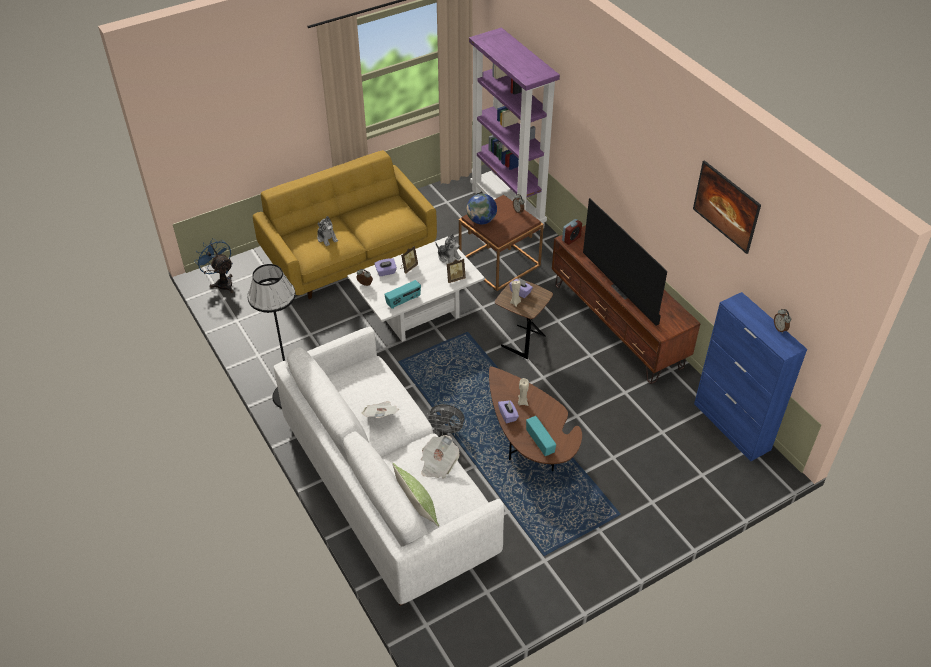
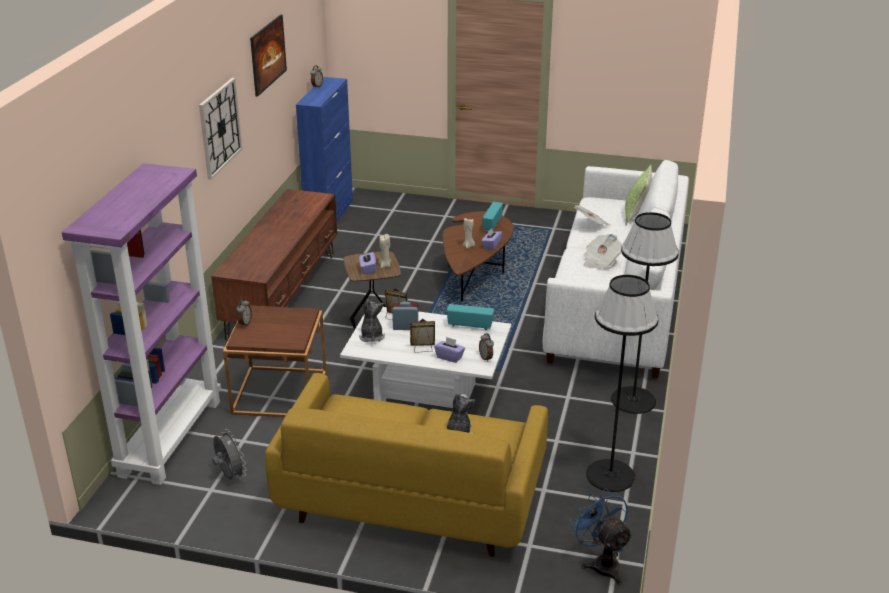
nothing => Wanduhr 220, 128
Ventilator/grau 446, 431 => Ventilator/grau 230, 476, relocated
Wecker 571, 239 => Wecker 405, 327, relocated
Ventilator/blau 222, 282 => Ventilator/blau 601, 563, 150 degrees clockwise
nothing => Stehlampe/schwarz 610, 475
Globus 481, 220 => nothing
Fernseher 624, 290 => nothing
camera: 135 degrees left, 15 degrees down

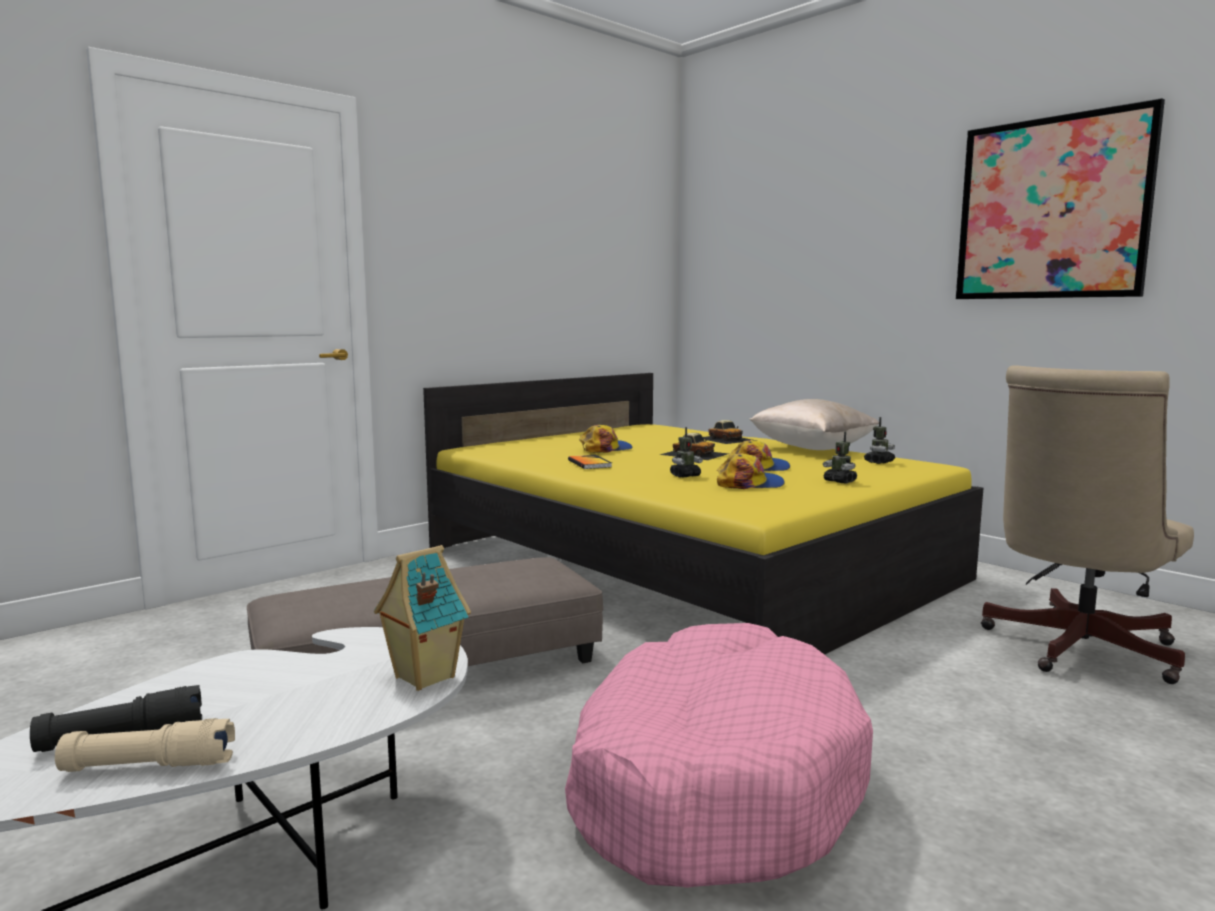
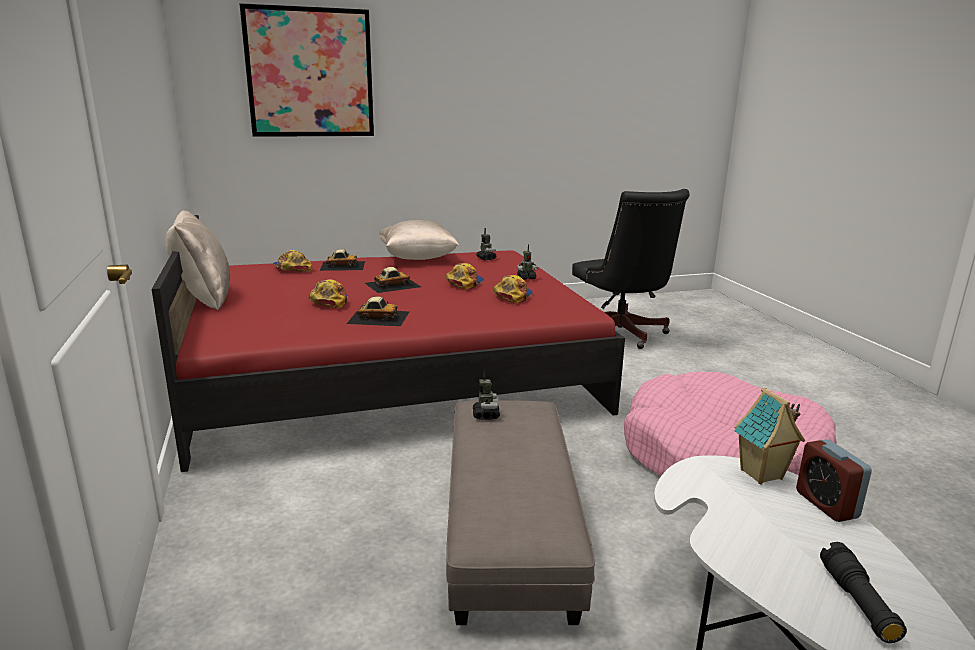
Bett/gelb 685, 564 => Bett/rot 391, 375
nothing => Kissen/beige 204, 298
Bild 1051, 209 => Bild 310, 73, relocated
nothing => Kappe 292, 268
Buch 589, 463 => Spielzeugauto 378, 317
Spielzeugroboter 685, 476 => Spielzeugroboter 486, 415, relocated
Bürostuhl/beige 1074, 650 => Bürostuhl/schwarz 621, 334
nothing => Wecker 826, 504
Taschenlampe/beige 149, 766 => nothing
camera: 65 degrees left, 10 degrees up

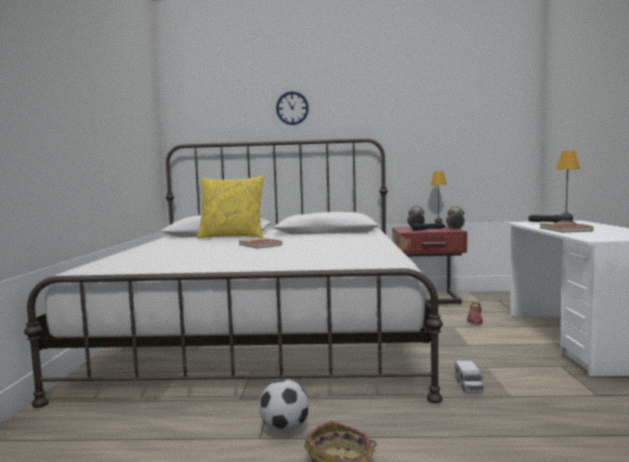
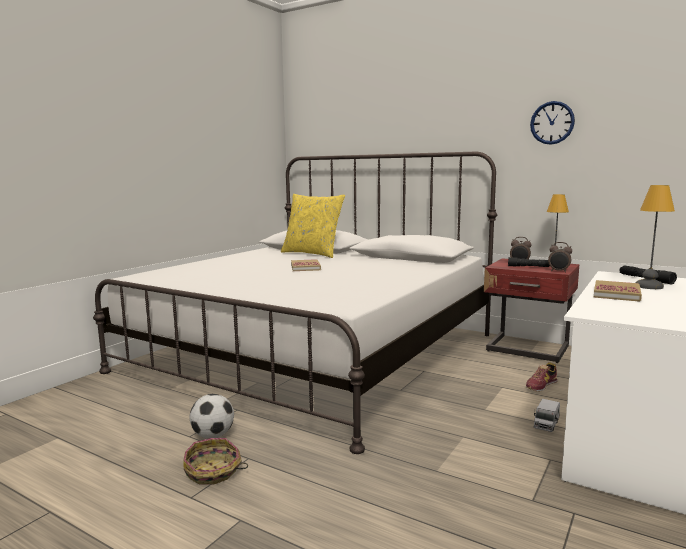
Wanduhr 292, 108 => Wanduhr 552, 123, relocated
Spielzeuglaster 468, 386 => Spielzeuglaster 546, 424, relocated
camera: 30 degrees right, 5 degrees up

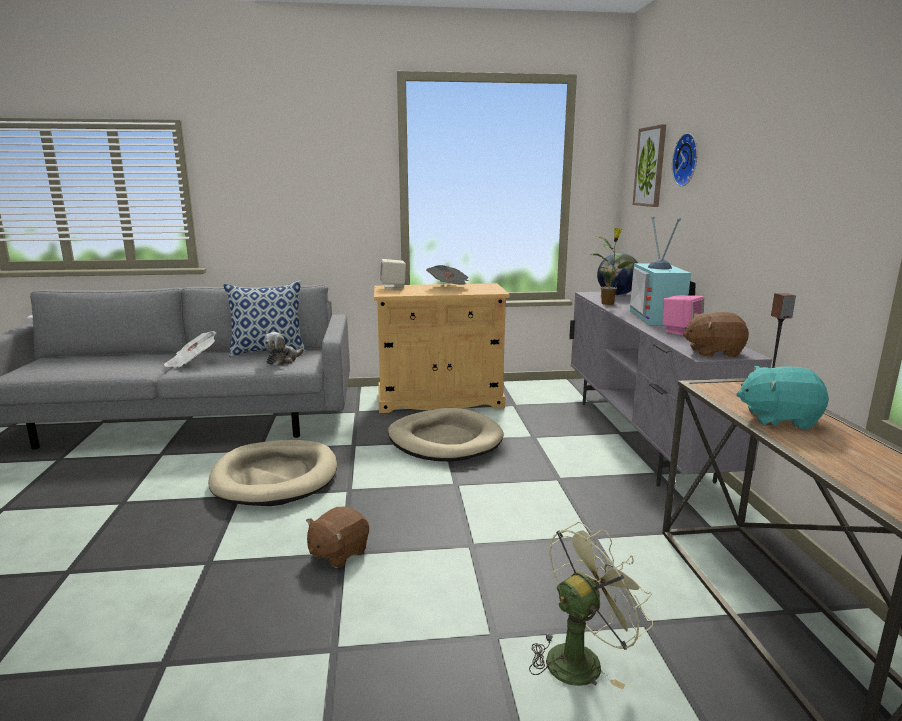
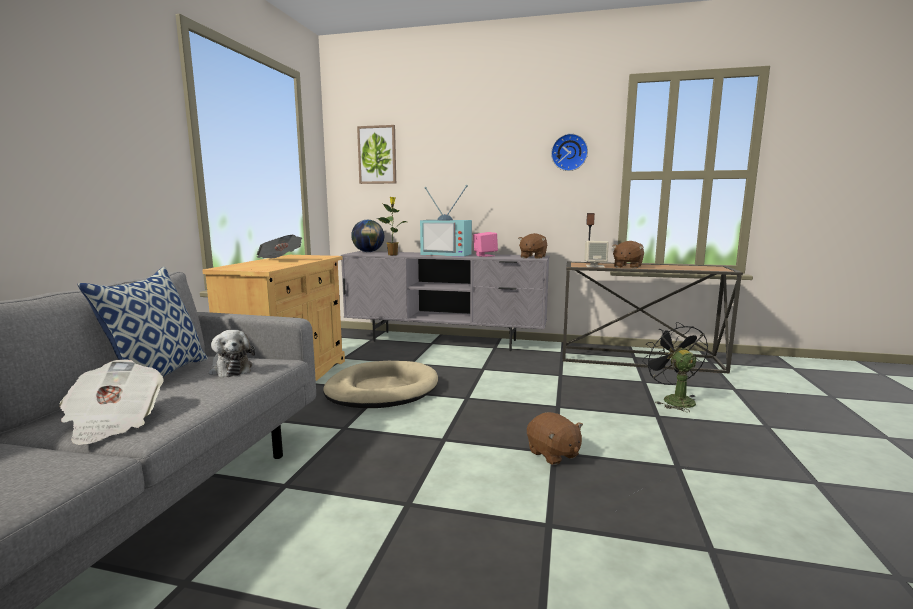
Wanduhr 688, 160 => Wanduhr 569, 152, relocated
Lautsprecher/beige 393, 287 => Lautsprecher/beige 595, 266, relocated
Plüschtier/türkis 778, 419 => Plüschtier/braun 627, 266
Ventilator/grün 581, 658 => Ventilator/schwarz 673, 399
Hundebett/beige 276, 477 => nothing
camera: 70 degrees left, 5 degrees down

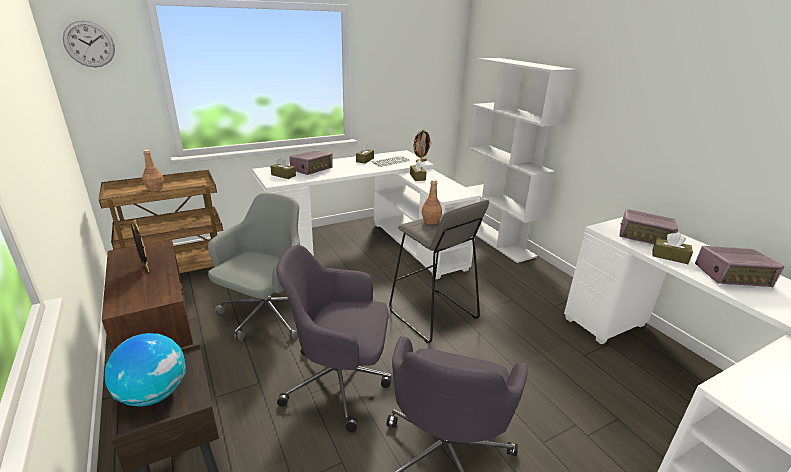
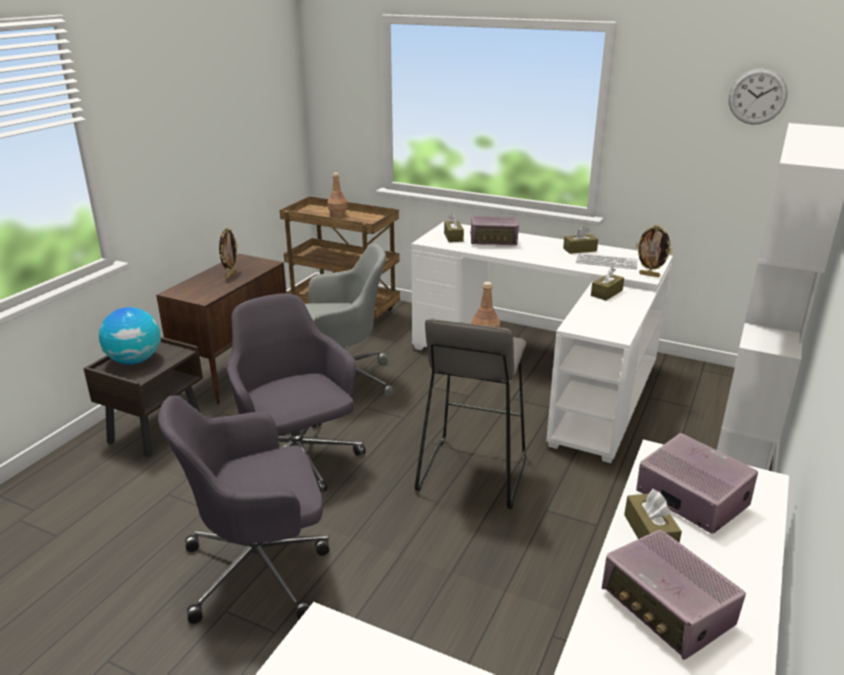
Radio 644, 237 => Radio 691, 499, 150 degrees clockwise
Wanduhr 89, 44 => Wanduhr 757, 96, relocated
camera: 55 degrees right, 0 degrees up

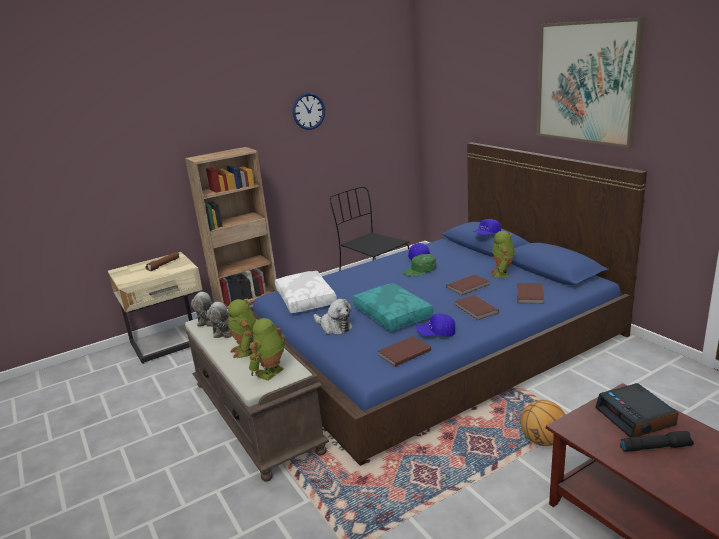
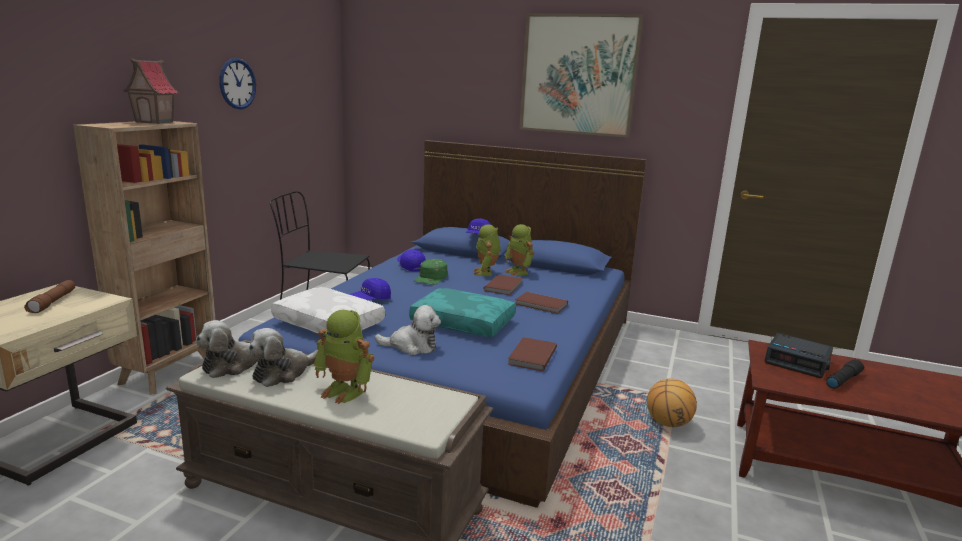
nothing => Spielzeughaus 155, 122
Kappe/blau 436, 333 => Kappe/blau 370, 300, relocated
Spielzeugroboter 271, 373 => Spielzeugroboter 486, 273, relocated
Buch/braun 531, 294 => nothing
camera: 40 degrees left, 5 degrees down

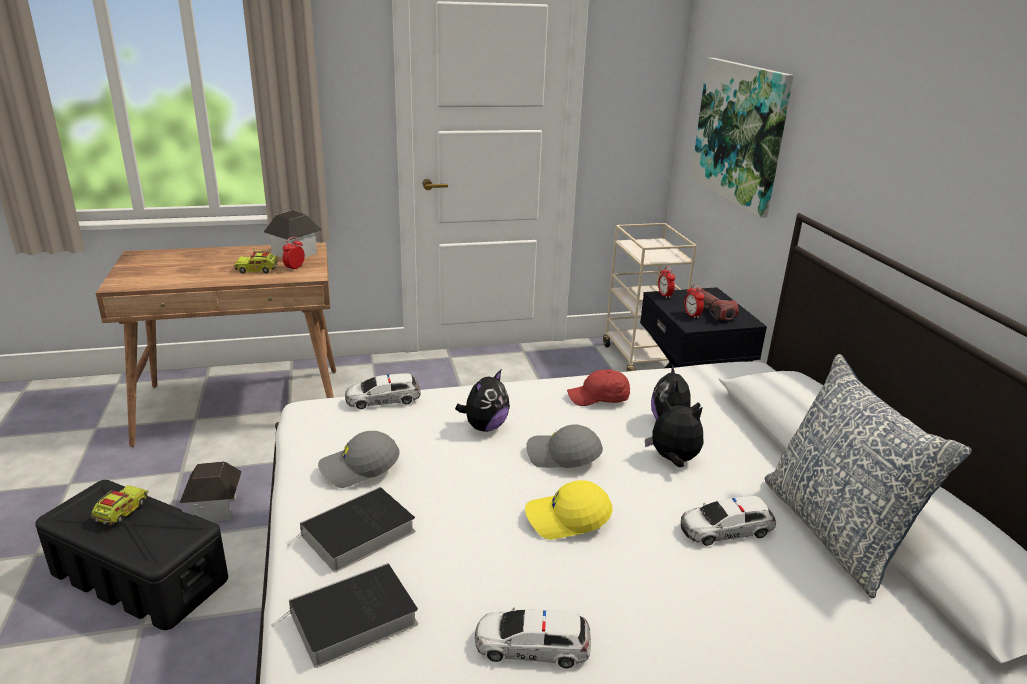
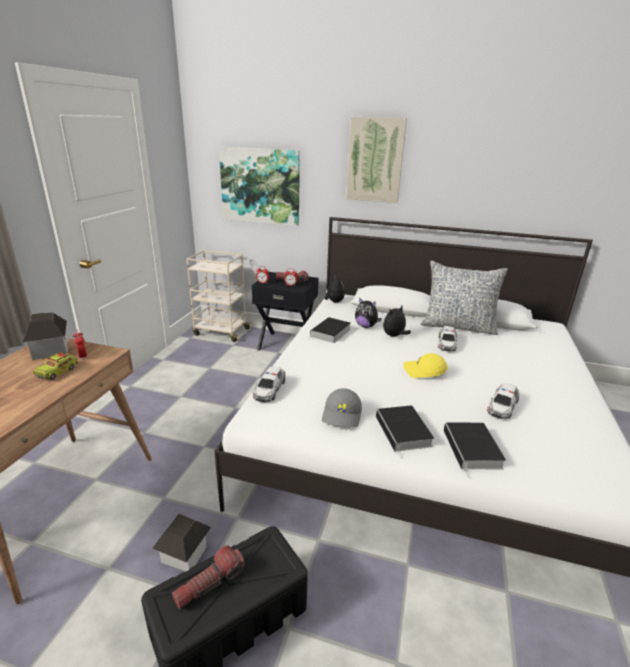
Spielzeuglaster 121, 512 => Taschenlampe 210, 583
Kappe/rot 599, 398 => Buch 330, 333
Plüschtier 484, 427 => Plüschtier 334, 301, relocated
nothing => Bild 375, 160
Kappe/gelb 567, 519 => Kappe/gelb 424, 372, 75 degrees clockwise
Kappe/grau 562, 457 => nothing
camera: 60 degrees left, 0 degrees up

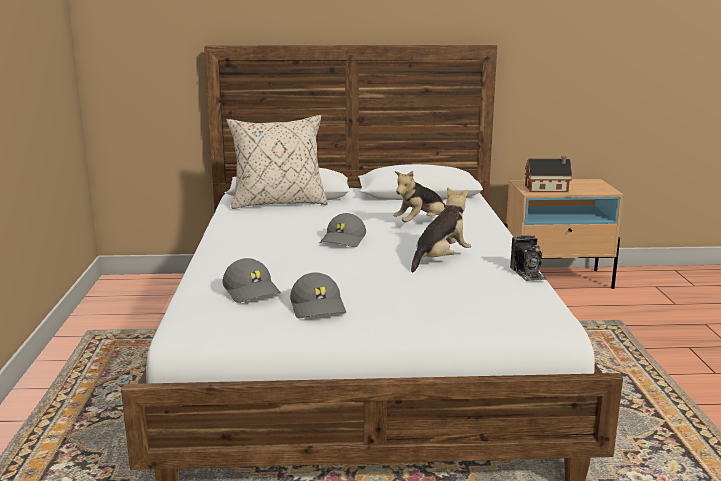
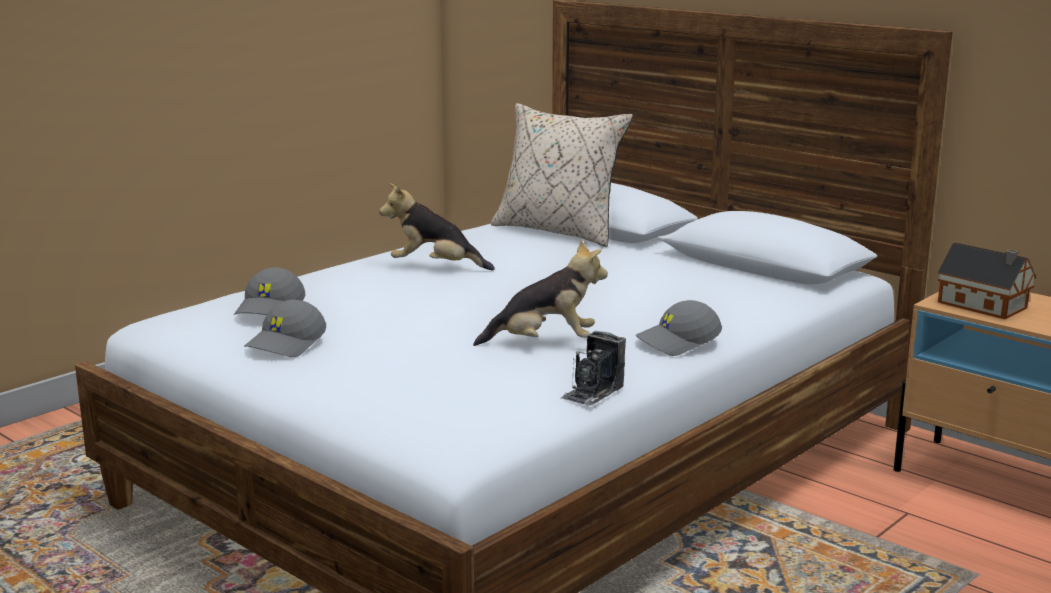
Plüschtier 421, 223 => Plüschtier 435, 267, relocated
Kappe/grau 344, 240 => Kappe/grau 678, 342, relocated
camera: 45 degrees right, 0 degrees up

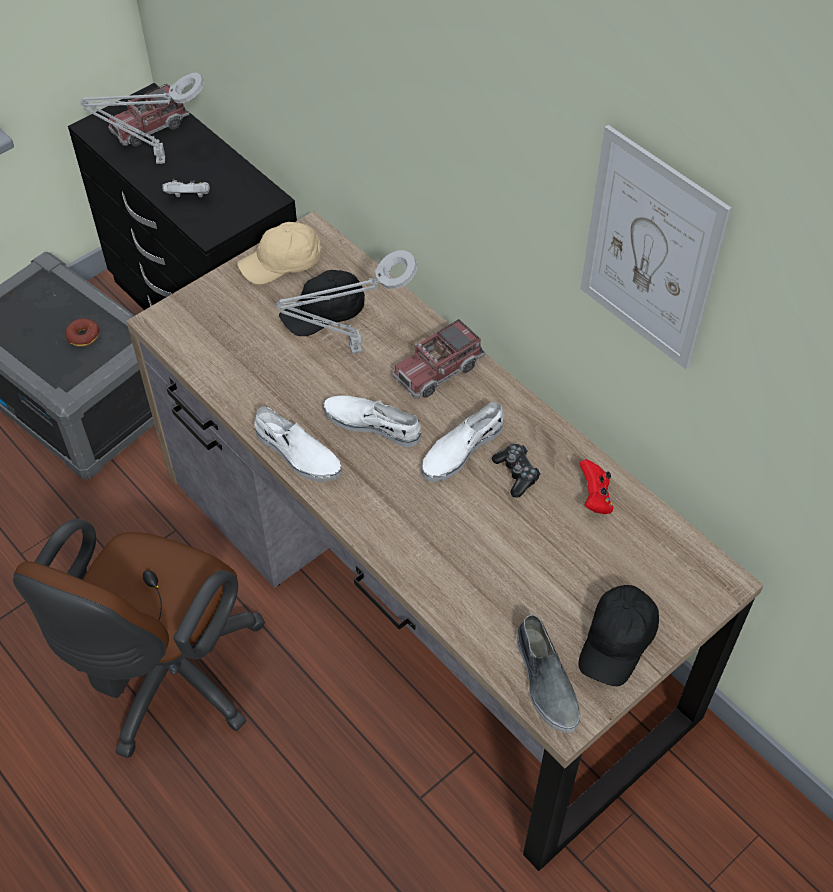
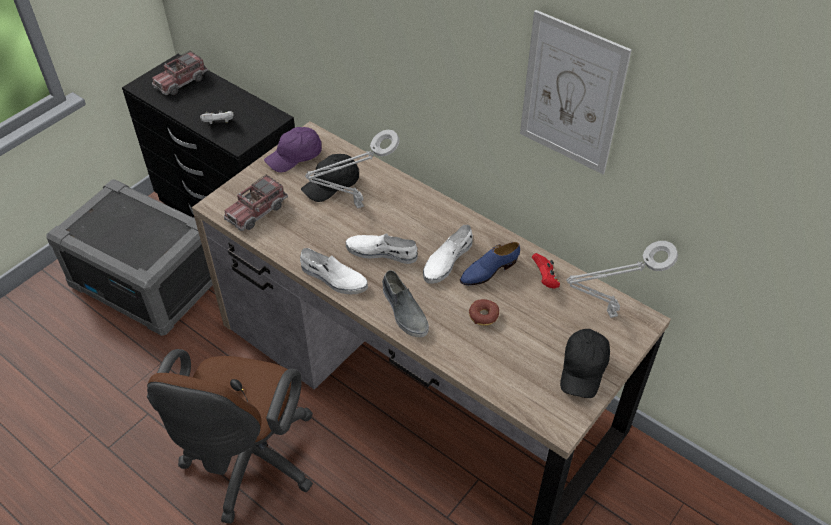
Spielzeuglaster 438, 370 => Spielzeuglaster 256, 211, relocated
Kappe/beige 282, 264 => Kappe/lila 295, 157
Schuh/grau 545, 681 => Schuh/grau 404, 311, relocated
Gamepad 517, 473 => Schuh/blau 488, 271
Donut 83, 336 => Donut 483, 315, relocated
Tischlampe/grau 157, 161 => Tischlampe/grau 608, 315, relocated
camera: 10 degrees left, 5 degrees down

